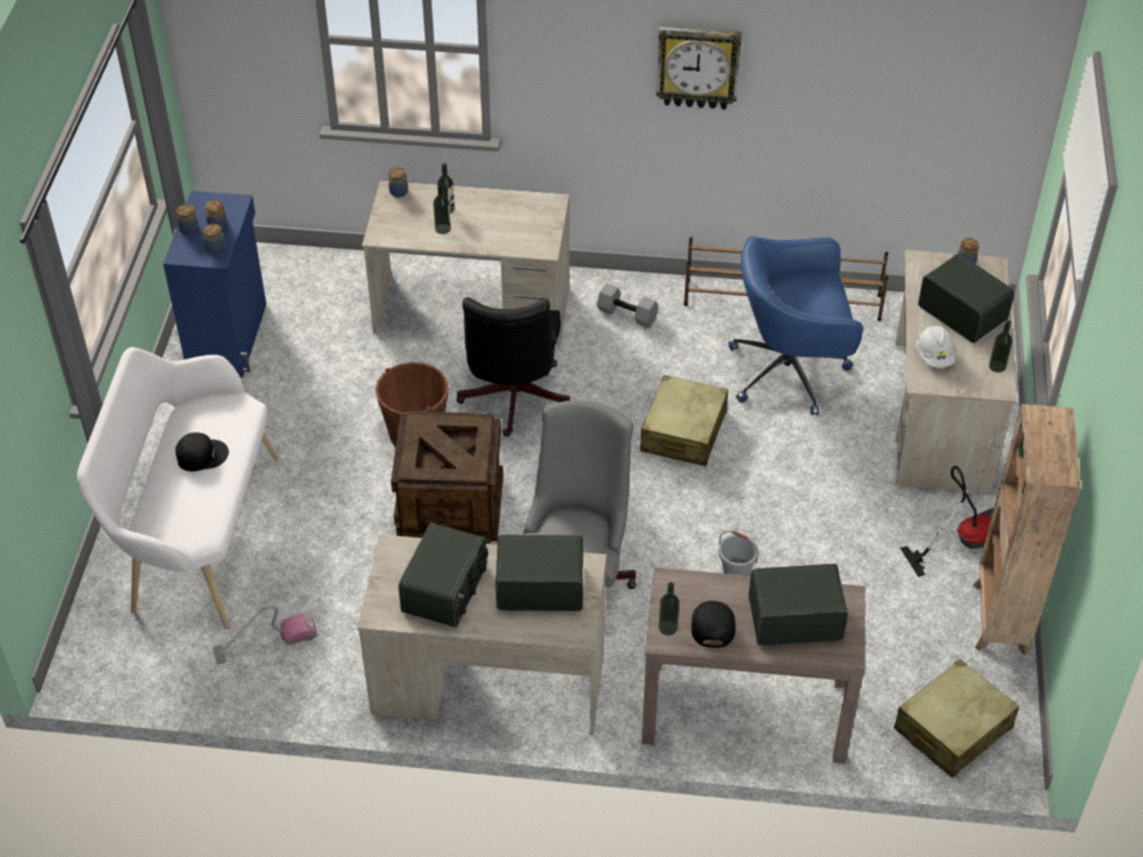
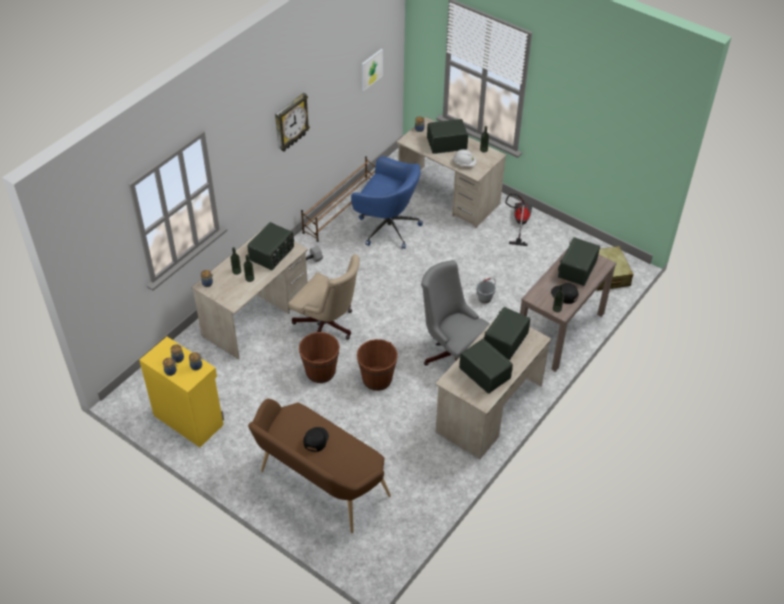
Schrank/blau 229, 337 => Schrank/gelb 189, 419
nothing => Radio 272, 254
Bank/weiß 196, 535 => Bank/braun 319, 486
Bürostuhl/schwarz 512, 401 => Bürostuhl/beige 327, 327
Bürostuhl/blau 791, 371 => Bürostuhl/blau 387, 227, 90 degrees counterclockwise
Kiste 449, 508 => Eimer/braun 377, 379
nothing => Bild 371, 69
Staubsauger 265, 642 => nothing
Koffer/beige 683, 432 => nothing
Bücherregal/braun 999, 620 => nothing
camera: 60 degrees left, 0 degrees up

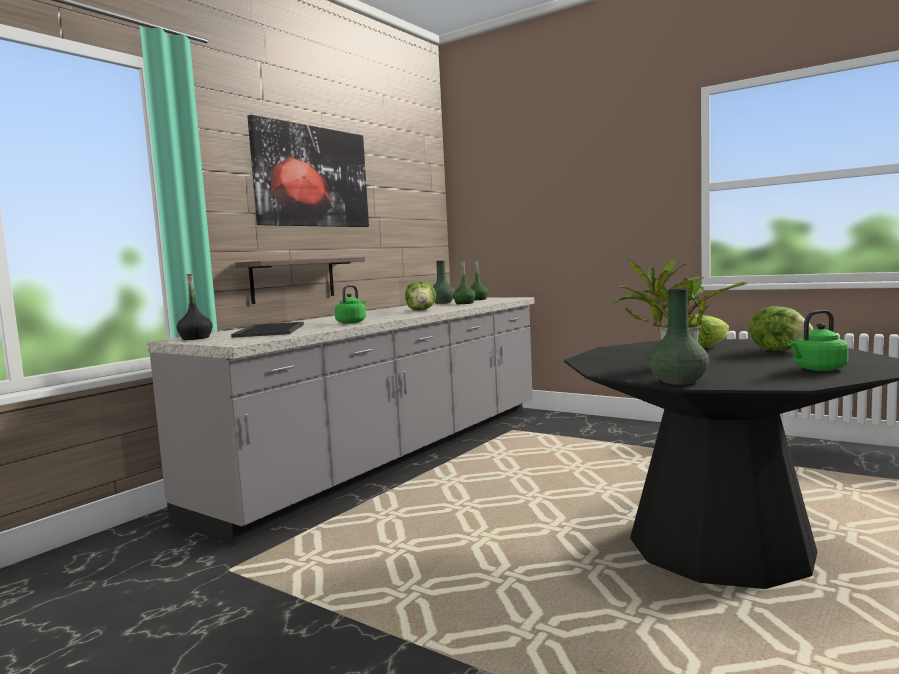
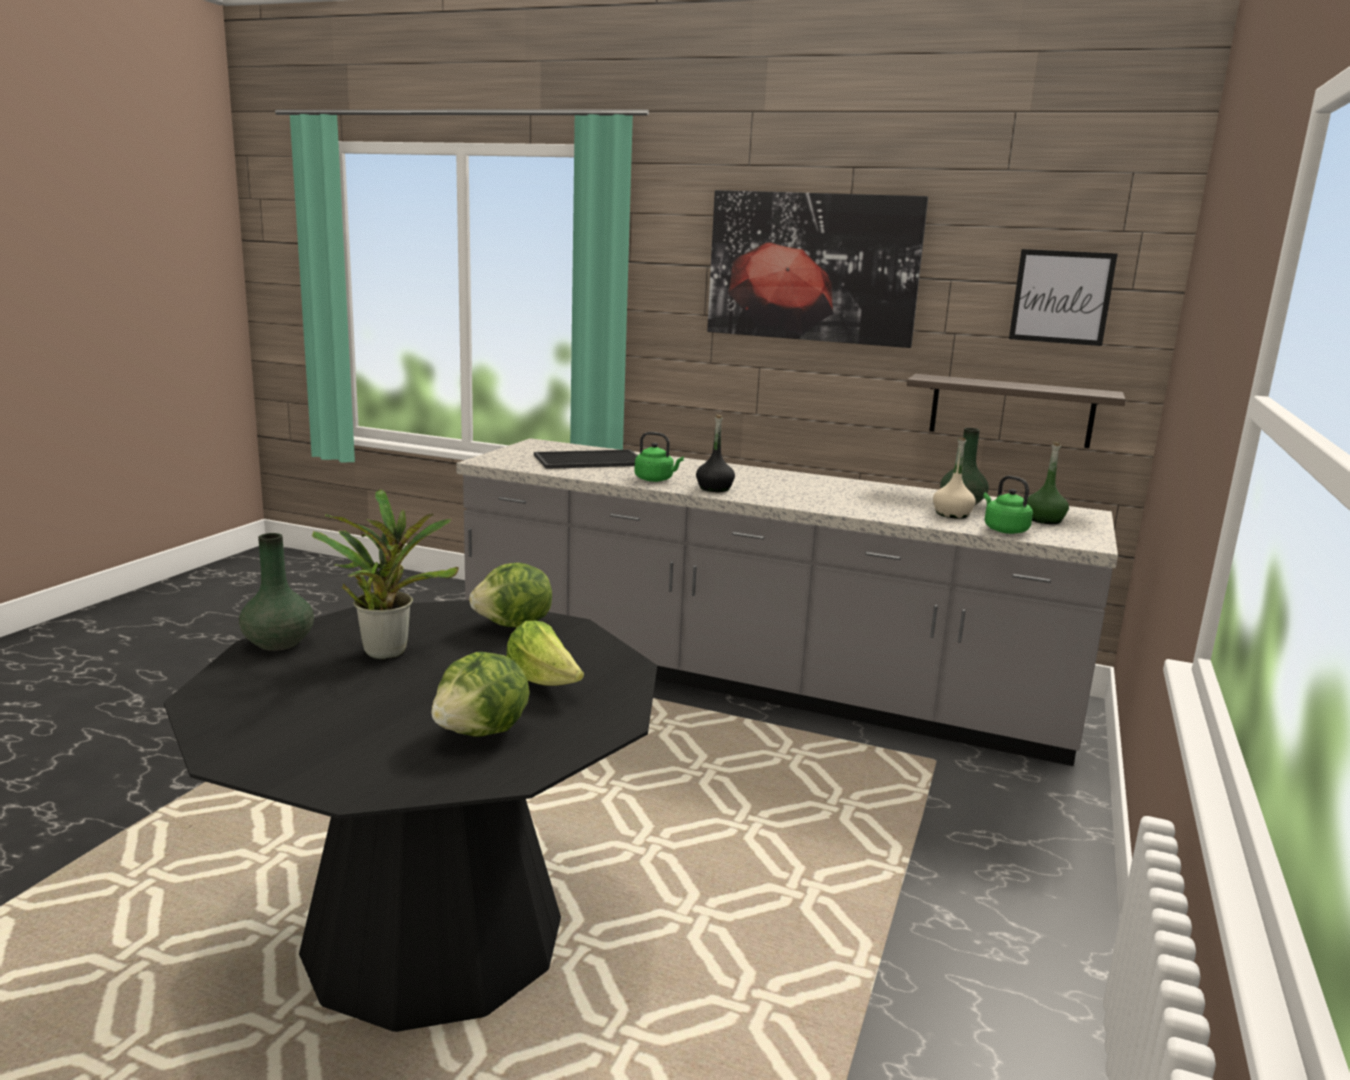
Salatkopf 421, 310 => Salatkopf 514, 626, relocated
Flasche/schwarz 195, 338 => Flasche/schwarz 714, 488, relocated
Wandregal 293, 280 => Wandregal 1011, 411, relocated
Flasche/grün 464, 303 => Flasche/beige 952, 514
Wasserkessel/grün 817, 369 => Wasserkessel/grün 1004, 530, relocated
nothing => Bild 1061, 297
camera: 75 degrees right, 10 degrees up

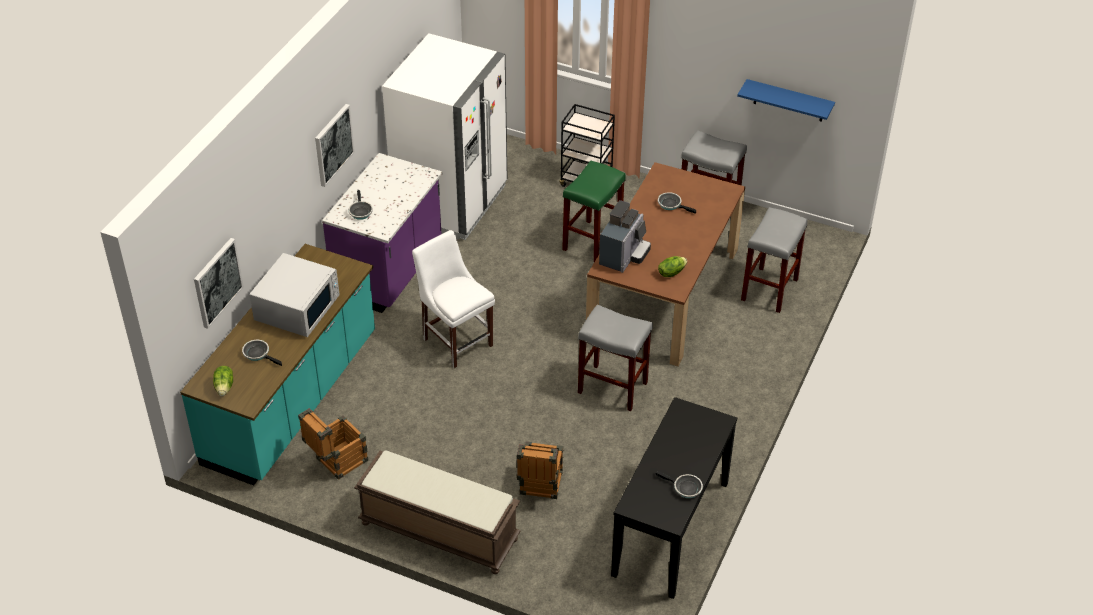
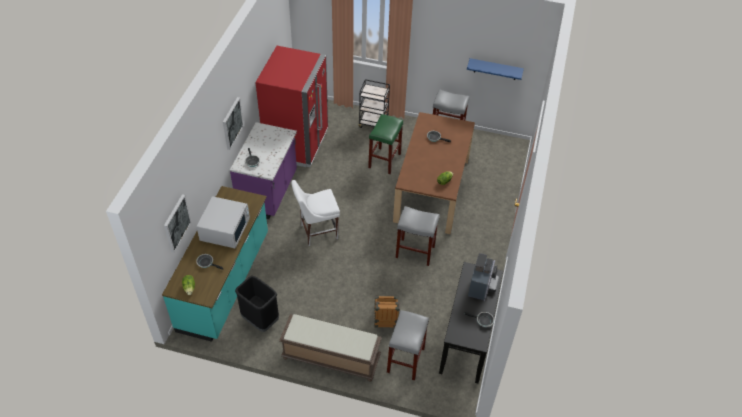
Kiste 336, 462 => Mülleimer/schwarz 260, 320
Kühlschrank/weiß 451, 202 => Kühlschrank/rot 297, 144
Stuhl/weiß 456, 340 => Stuhl/weiß 317, 232, 60 degrees counterclockwise
Hocker/grau 769, 290 => Hocker/grau 406, 361, relocated
Kaffeemaschine 624, 255 => Kaffeemaschine 482, 286, relocated
camera: 10 degrees left, 5 degrees up

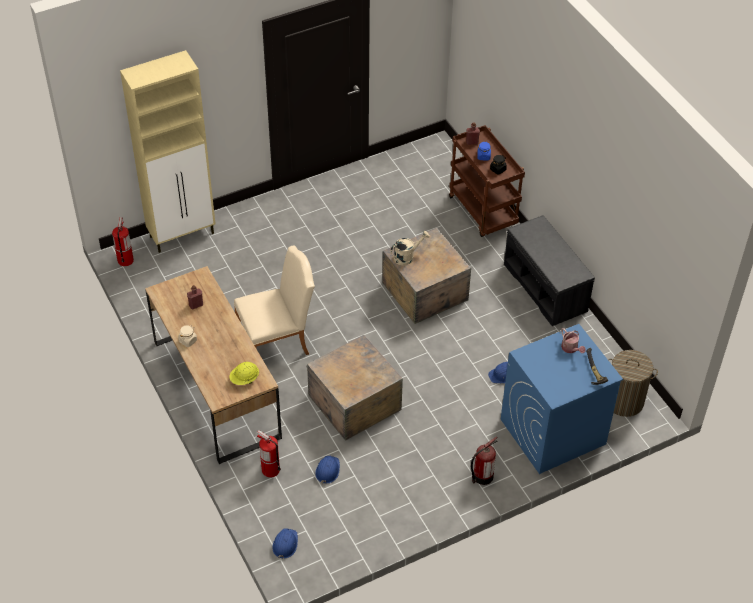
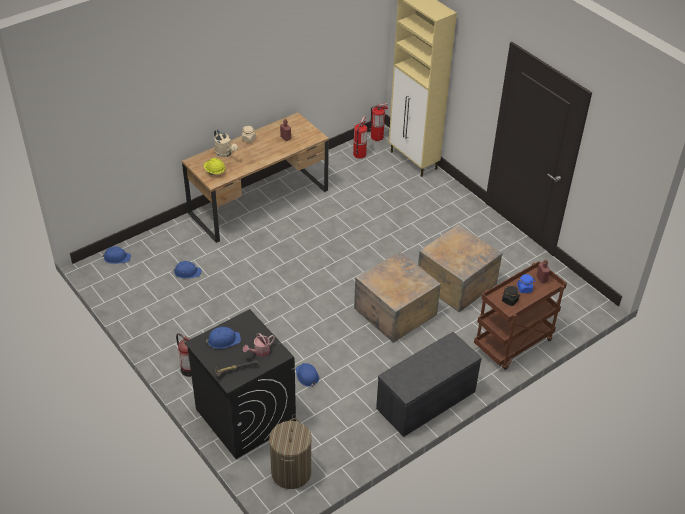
Waschmaschine/blau 552, 432 => Waschmaschine/schwarz 245, 416
nothing => Schutzhelm/blau 223, 340
Gießkanne/beige 407, 256 => Gießkanne/beige 225, 153, relocated
Feuerlöscher 270, 470 => Feuerlöscher 359, 154, relocated
Kiste 353, 402 => Kiste 456, 282, relocated
Stuhl/beige 278, 341 => nothing
camera: 80 degrees right, 5 degrees down

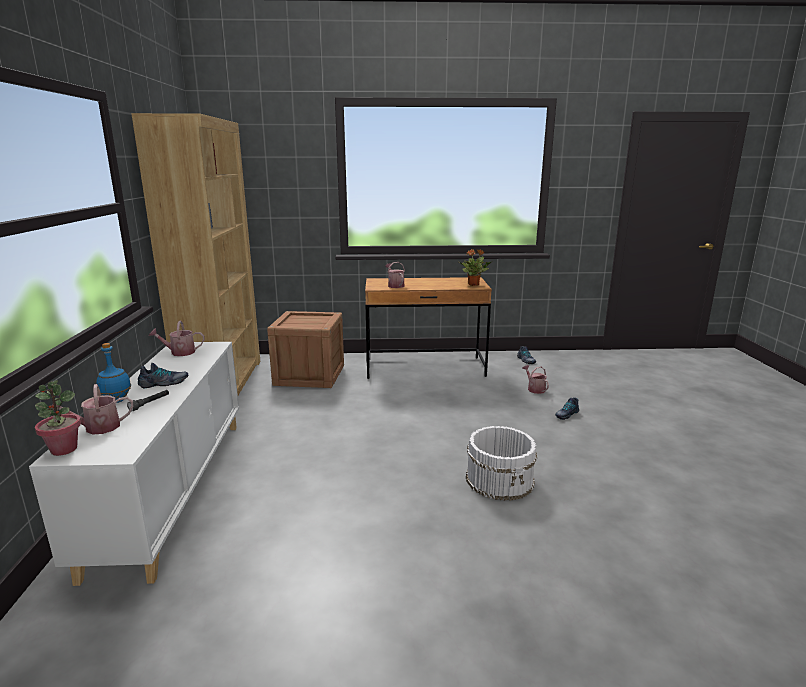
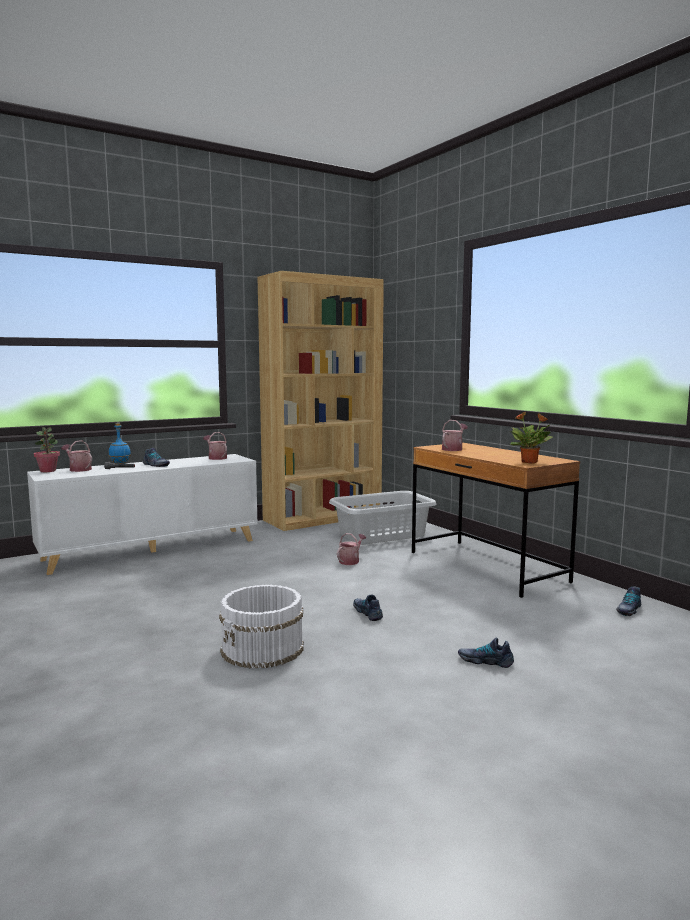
Kiste 309, 375 => Wäschekorb/grau 381, 534
Gießkanne 534, 389 => Gießkanne 350, 561, relocated
nothing => Schuh 368, 613
camera: 60 degrees right, 10 degrees down

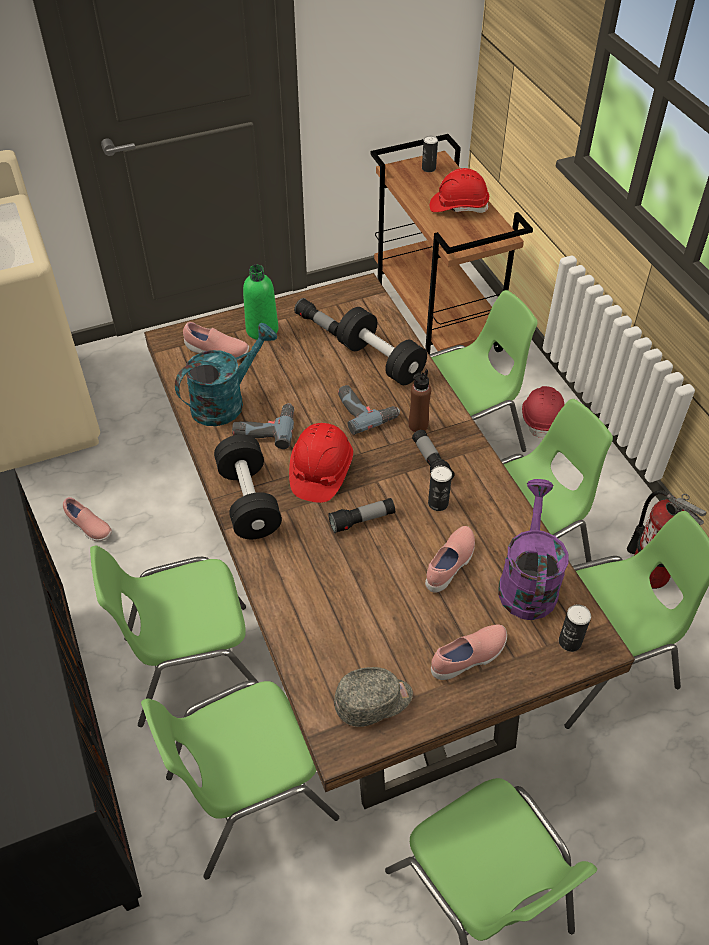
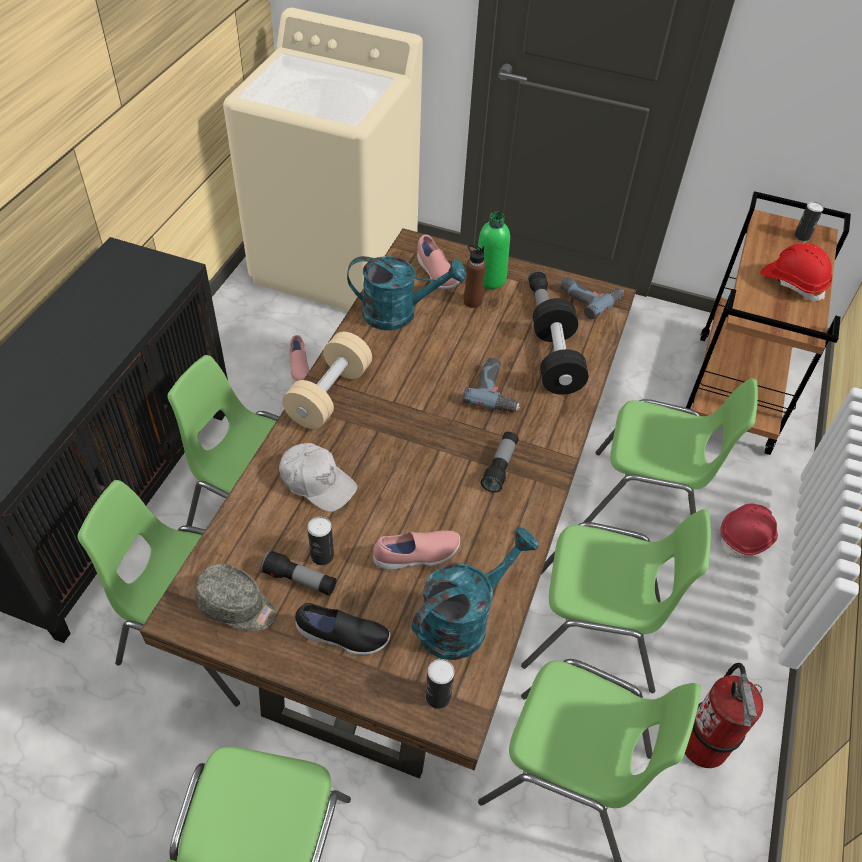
Taschenlampe 362, 520 => Taschenlampe 299, 580, relocated
nothing => Kappe/weiß 317, 482
Hantel/schwarz 249, 501 => Hantel/beige 329, 395
Schuh/rosa 469, 658 => Schuh/schwarz 342, 637
Dose 438, 503 => Dose 322, 555, relocated
Gießkanne/lila 527, 581 => Gießkanne/türkis 463, 620
Flasche/braun 418, 425 => Flasche/braun 472, 301, relocated
Bohrmaschine 265, 428 => Bohrmaschine 589, 297, relocated
Schutzhelm/rot 320, 472 => nothing
camera: 40 degrees right, 0 degrees up

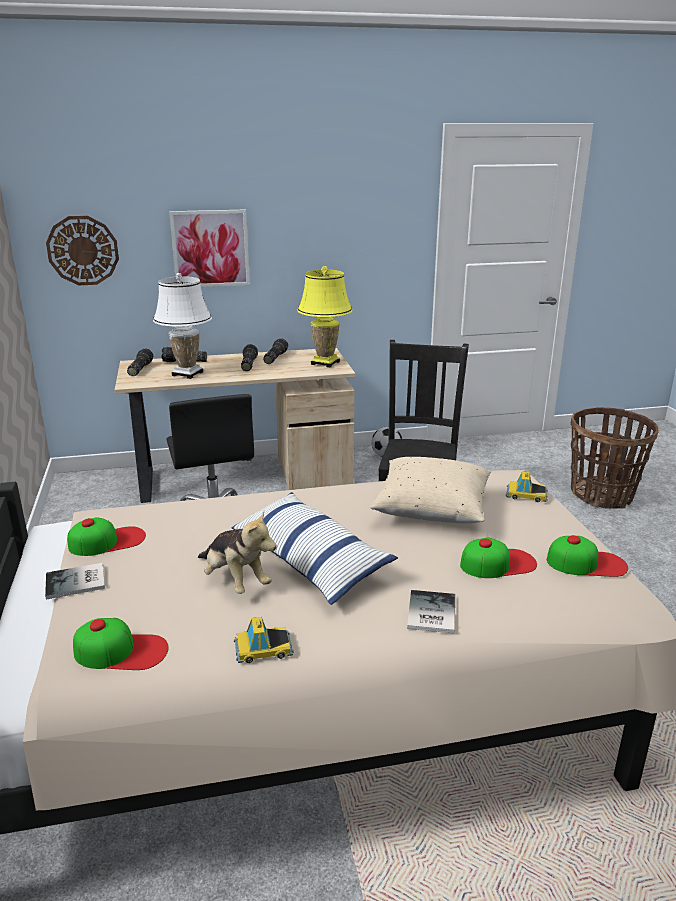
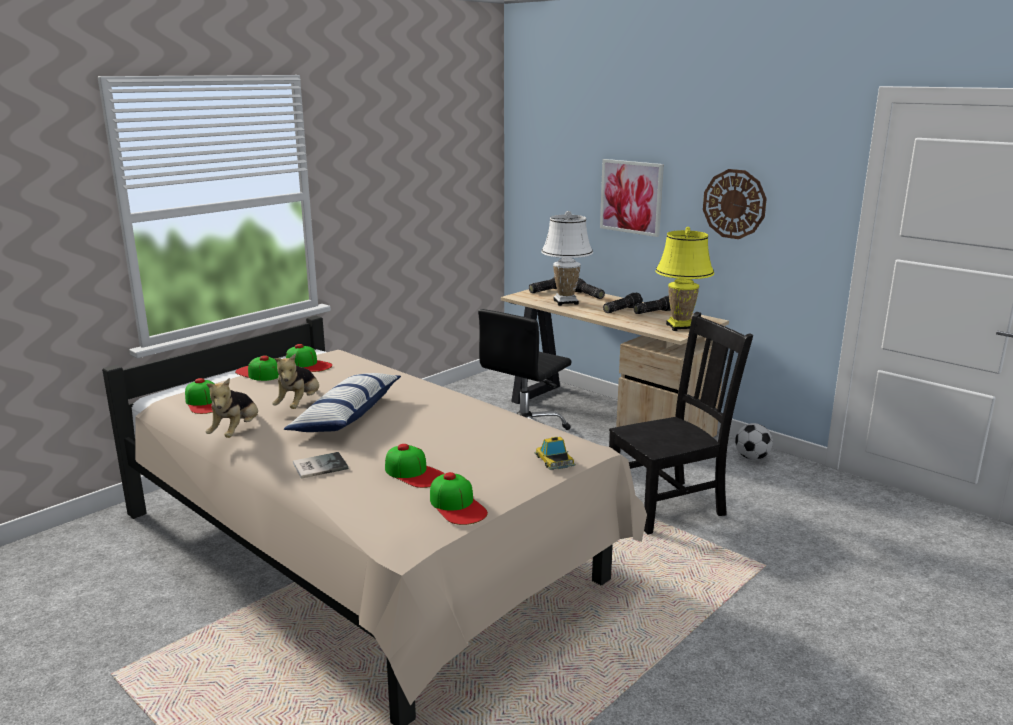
Spielzeugauto 263, 648 => Plüschtier 236, 432
Buch 77, 582 => Kappe 258, 373
Wanduhr 83, 250 => Wanduhr 734, 204, relocated
Kissen/beige 431, 509 => nothing
Korb 602, 495 => nothing
camera: 55 degrees right, 5 degrees down

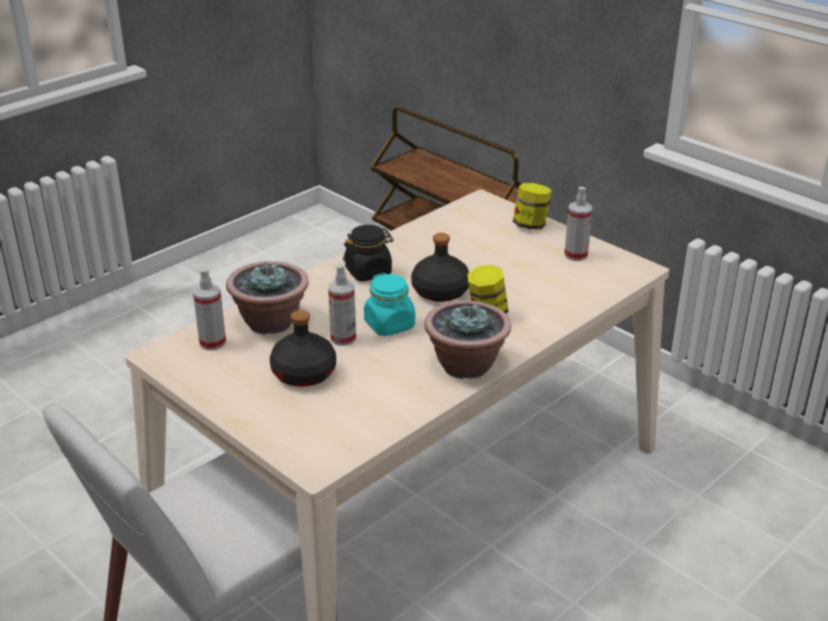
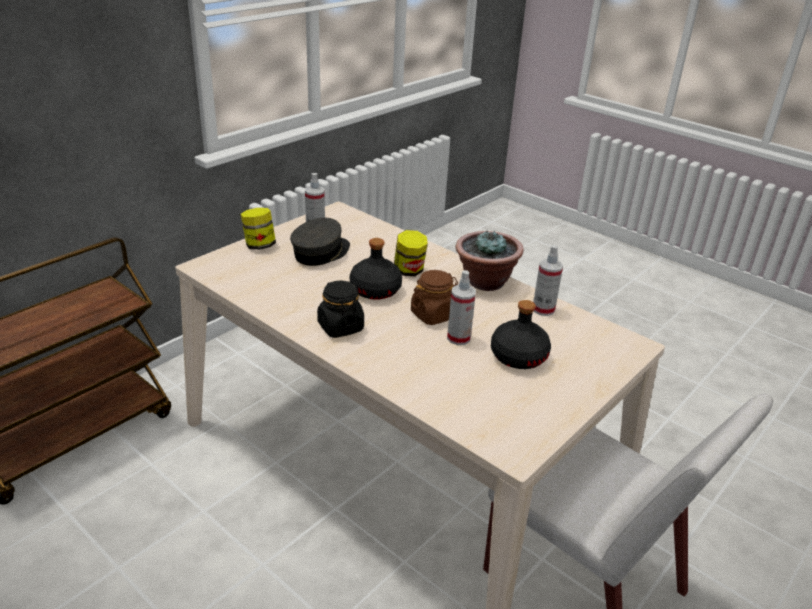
nothing => Kappe/grau 321, 252
Vorratsglas/türkis 390, 325 => Vorratsglas/braun 433, 315
Sprühflasche 212, 343 => Sprühflasche 543, 309, relocated
Topfpflanze 270, 322 => nothing
camera: 95 degrees left, 0 degrees up

